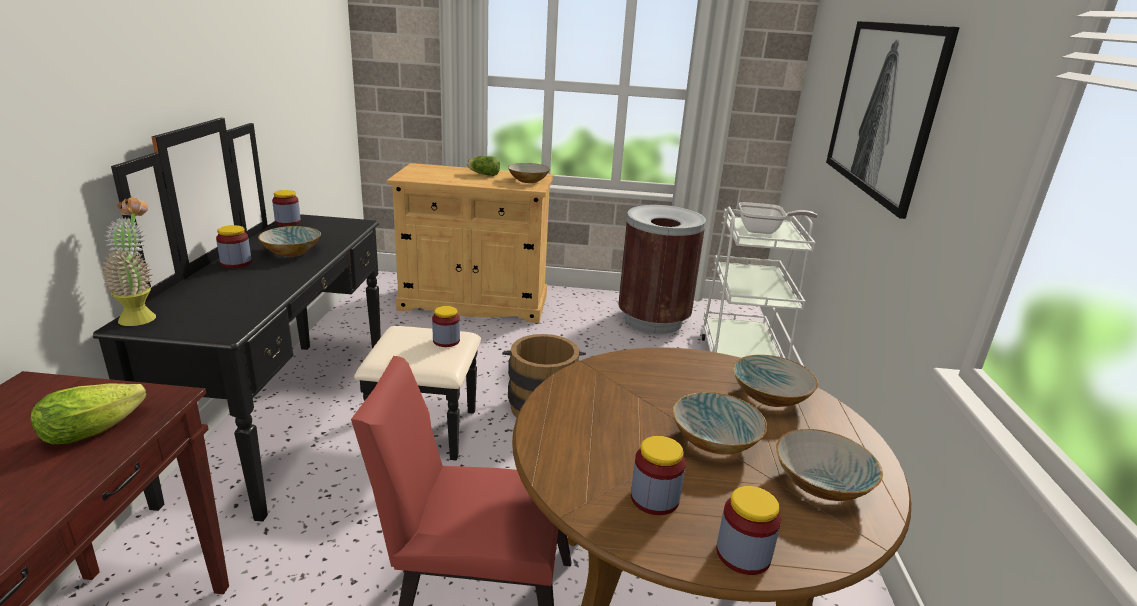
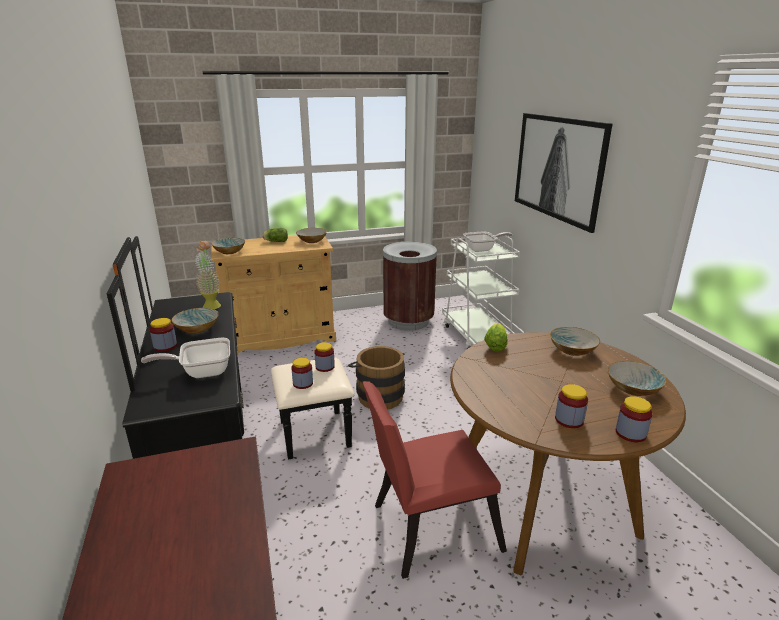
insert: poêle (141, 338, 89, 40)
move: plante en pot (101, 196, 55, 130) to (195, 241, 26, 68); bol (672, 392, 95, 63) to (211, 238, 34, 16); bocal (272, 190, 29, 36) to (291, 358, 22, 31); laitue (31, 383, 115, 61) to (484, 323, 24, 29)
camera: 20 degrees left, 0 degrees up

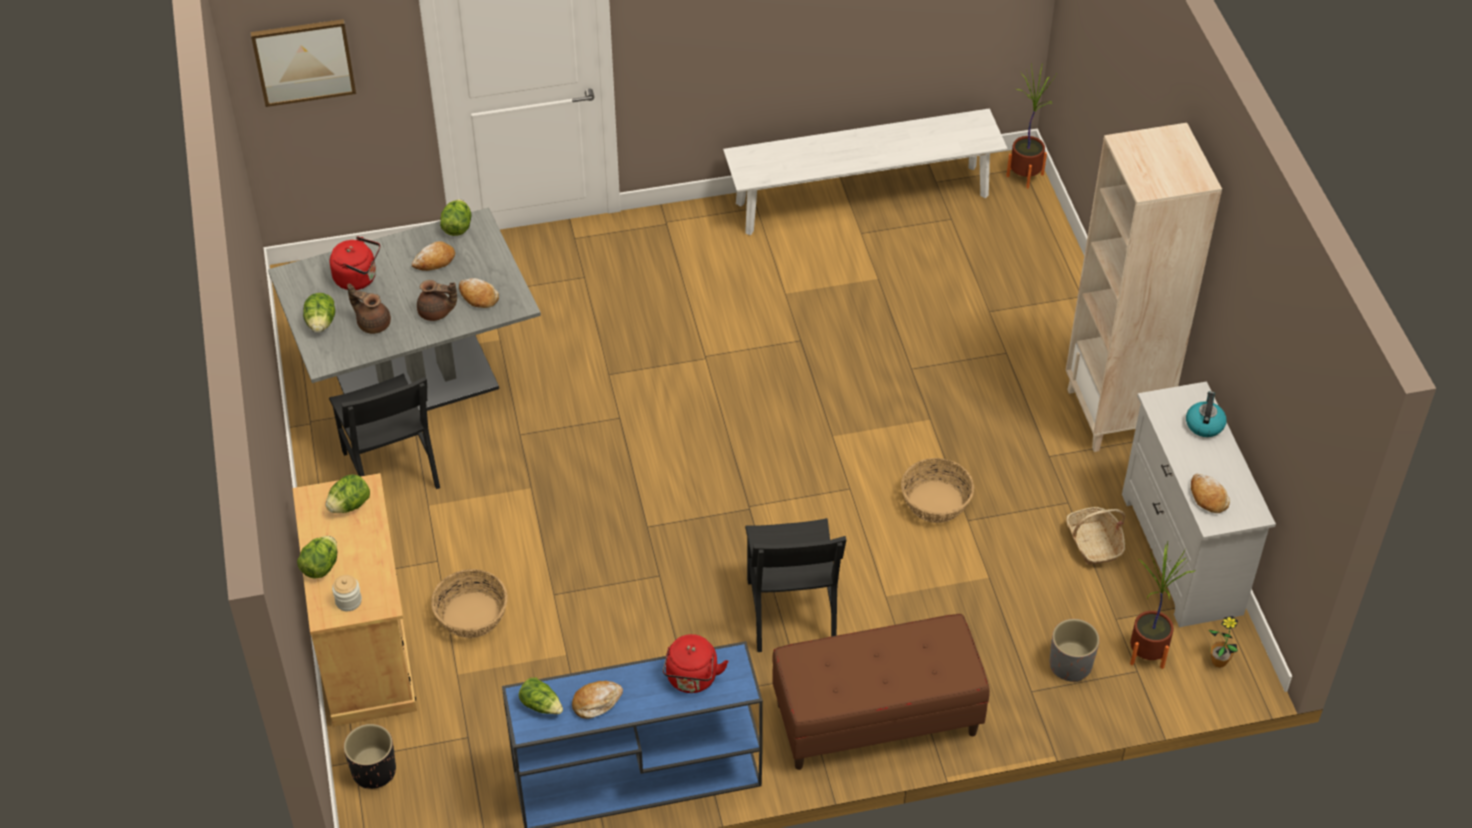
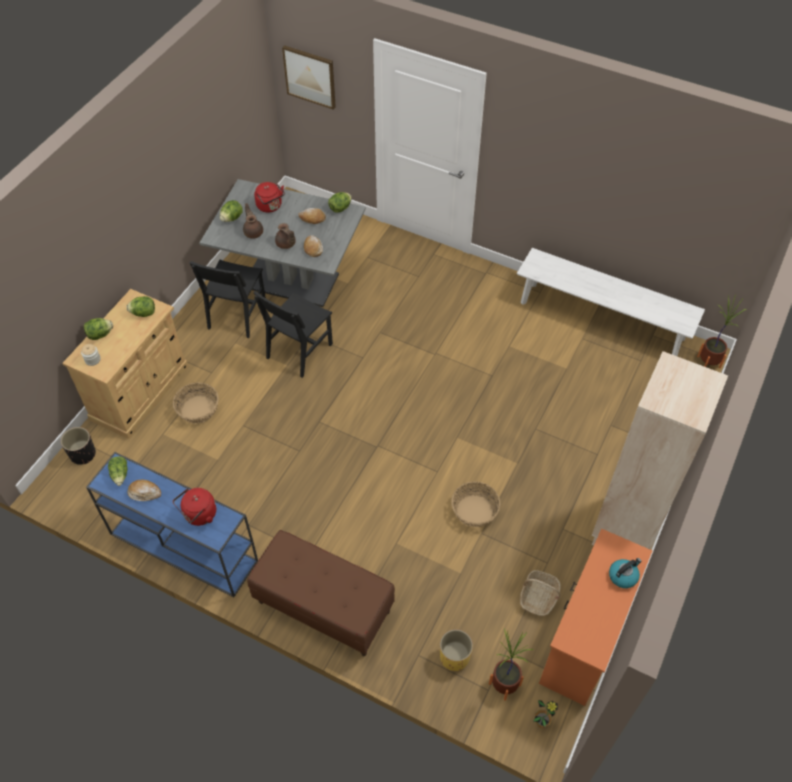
delete: pain (1191, 474, 39, 39)
move: chaise/noir (745, 518, 101, 134) to (253, 291, 80, 87)
recolor: cache-pot/gris (1050, 619, 50, 63) to cache-pot/jaune (440, 629, 33, 42); commode/blanc (1122, 381, 154, 246) to commode/orange (539, 528, 113, 178)
camera: 40 degrees right, 5 degrees up

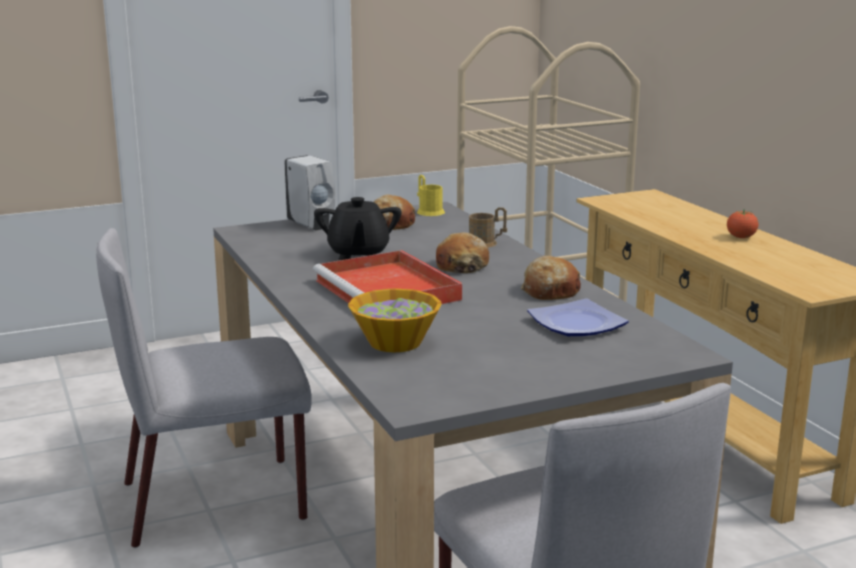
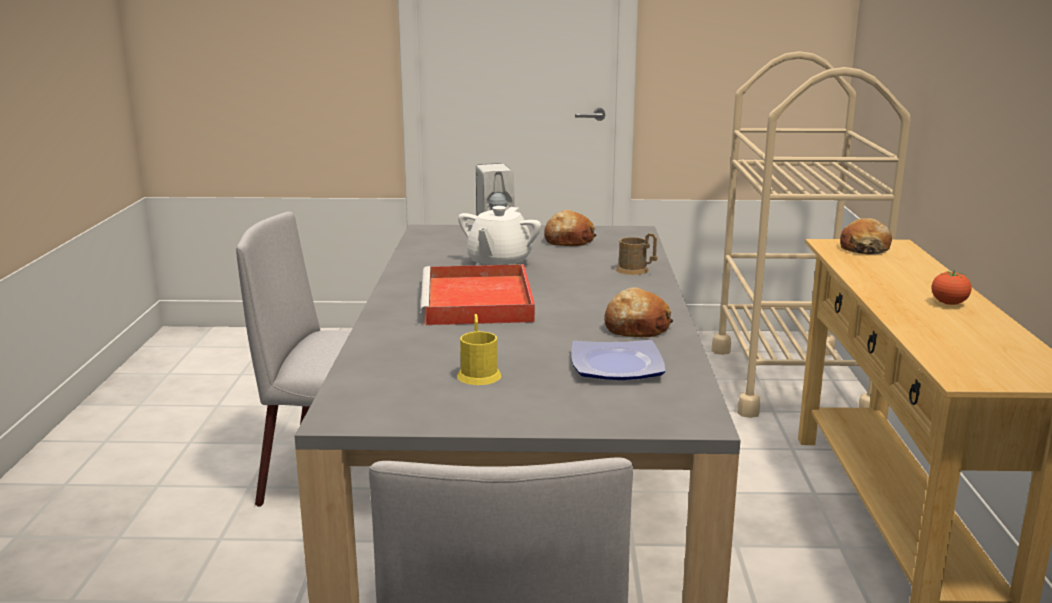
delete: bol (348, 289, 94, 63)
move: mug/jaune (417, 175, 28, 41) to (457, 314, 45, 71); pain (436, 232, 53, 41) to (840, 218, 52, 37)
recolor: théière/noir (314, 197, 88, 63) to théière/blanc (458, 206, 83, 59)
camera: 25 degrees right, 0 degrees up

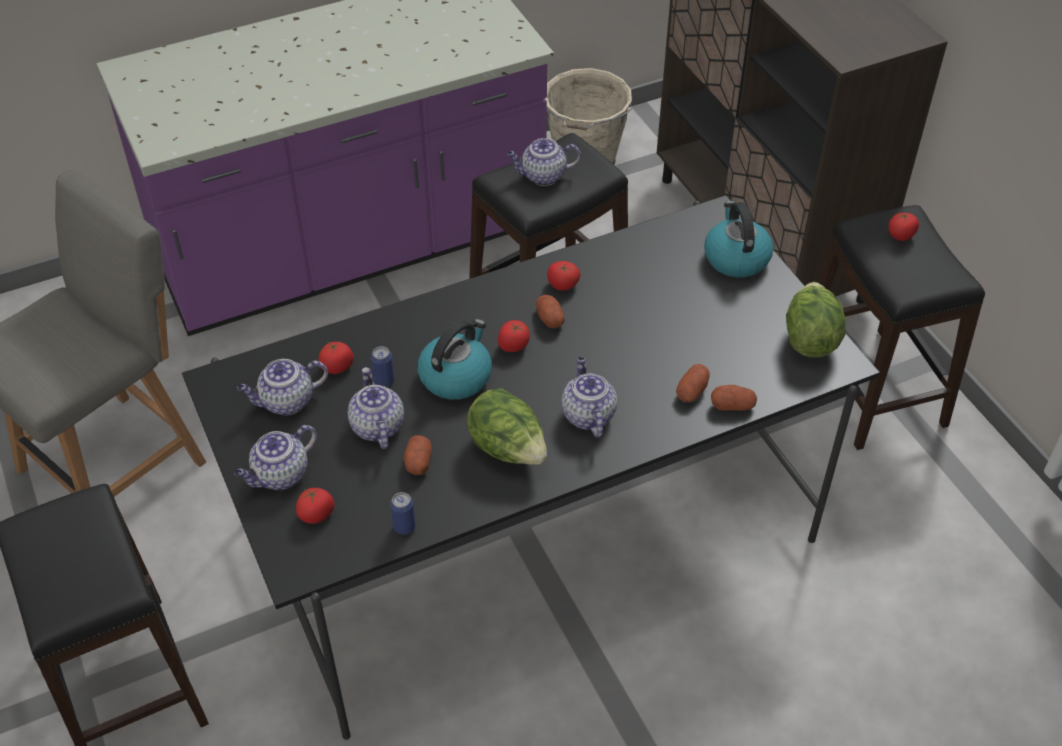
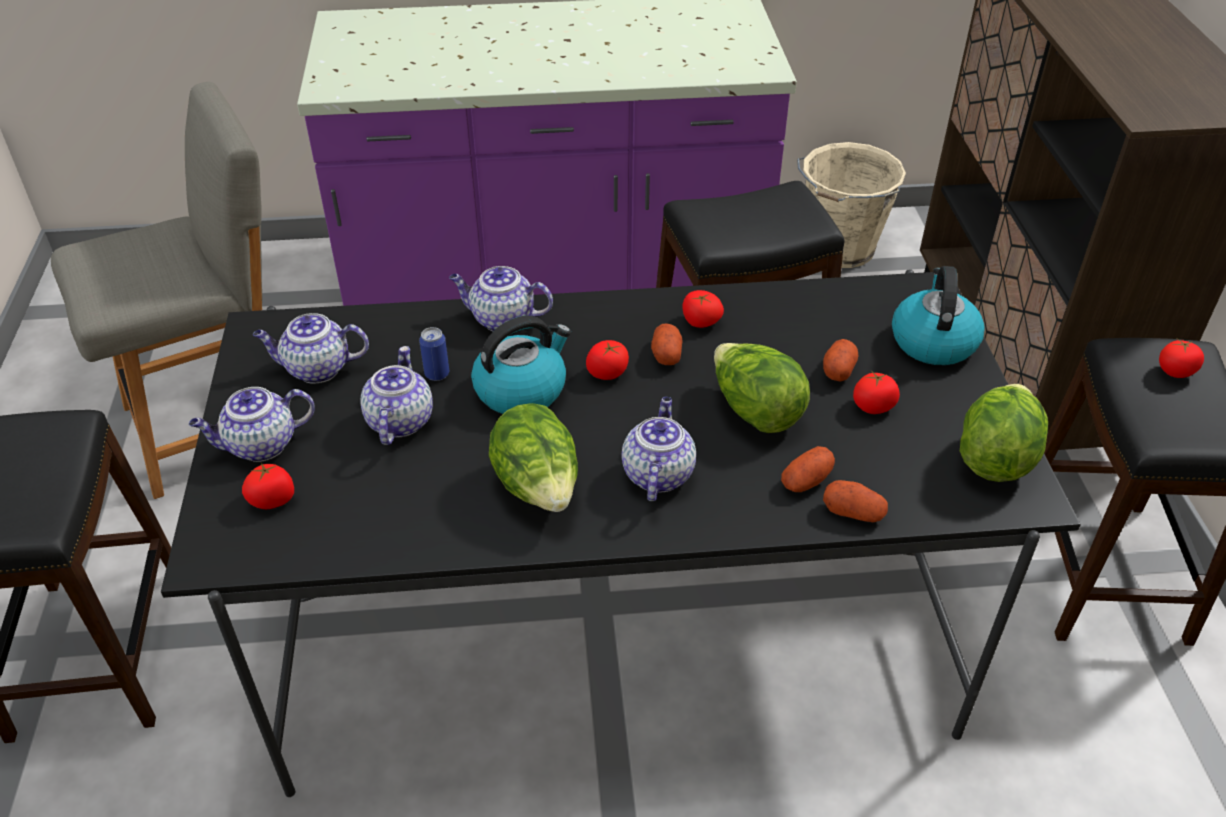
delete: boîte métallique (390, 492, 26, 43)
insert: laitue (714, 343, 96, 90)
move: théière (507, 138, 74, 48) to (449, 266, 104, 65); pomme de terre (404, 435, 28, 40) to (823, 339, 35, 42); tomate (318, 342, 36, 32) to (853, 371, 47, 43)
camera: 20 degrees right, 5 degrees down

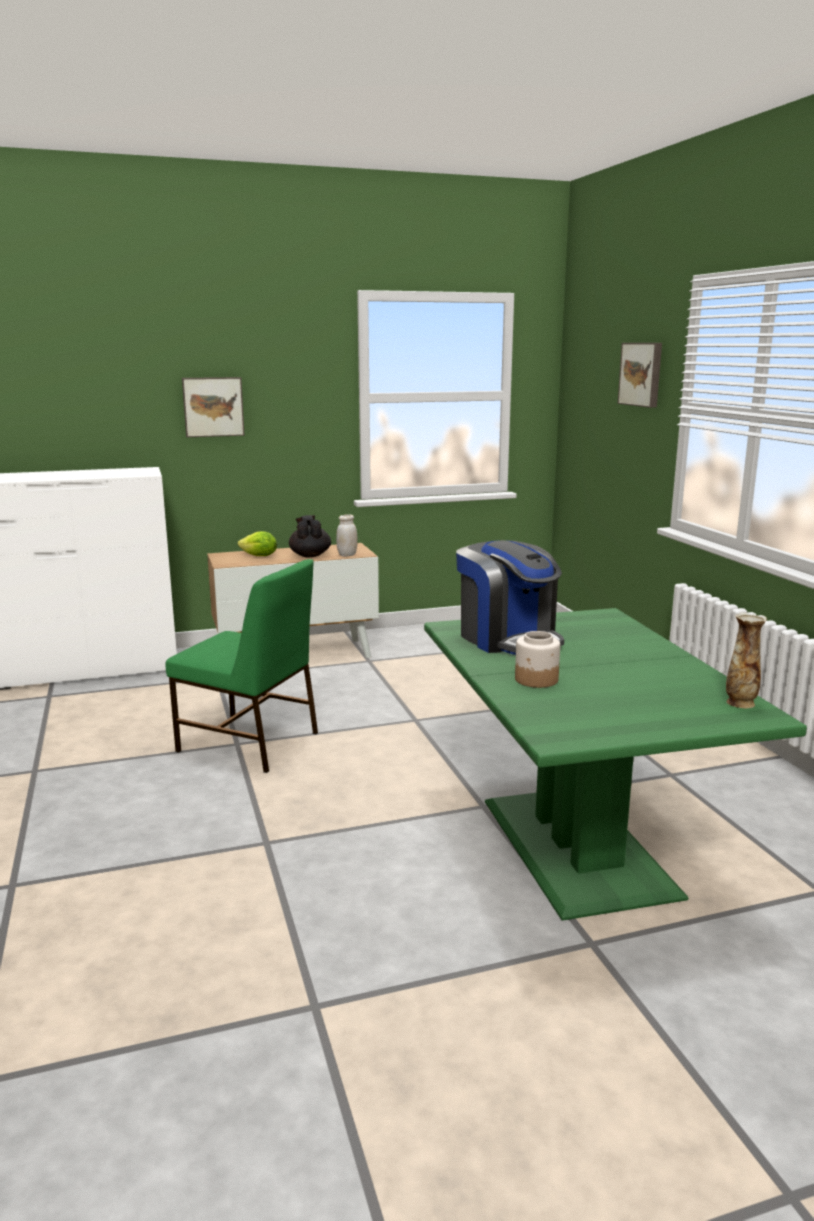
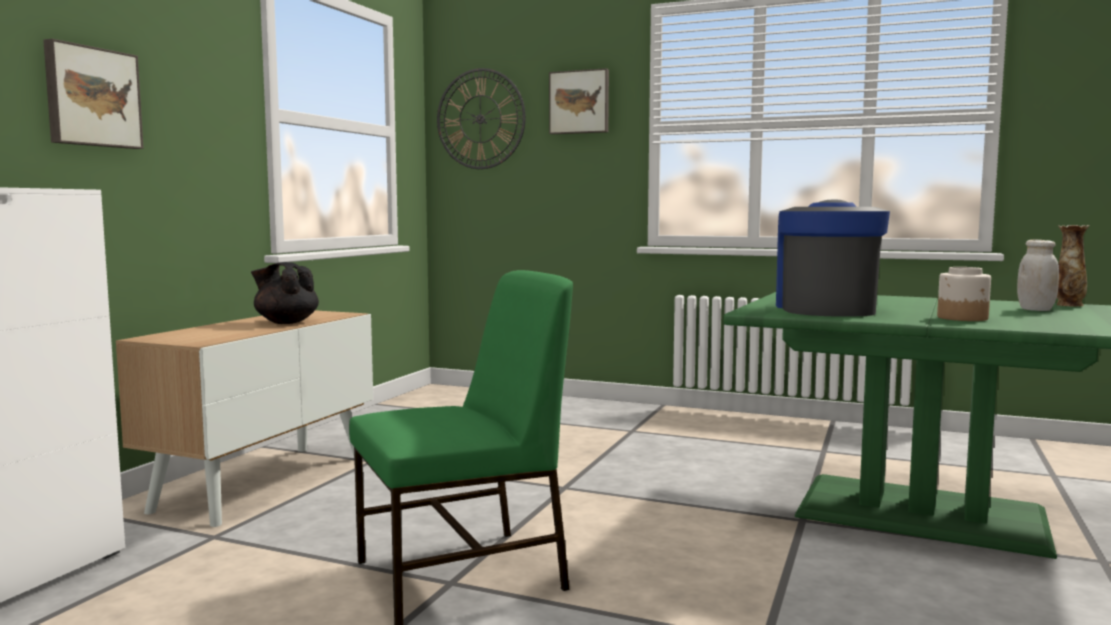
delete: laitue (238, 531, 39, 25)
insert: horloge murale (437, 68, 89, 101)
move: bocal/blanc (336, 514, 22, 43) to (1017, 239, 42, 72)
rotate: machine à café (456, 540, 108, 115) = (776, 200, 114, 117) 90 degrees counterclockwise
camera: 50 degrees left, 10 degrees down

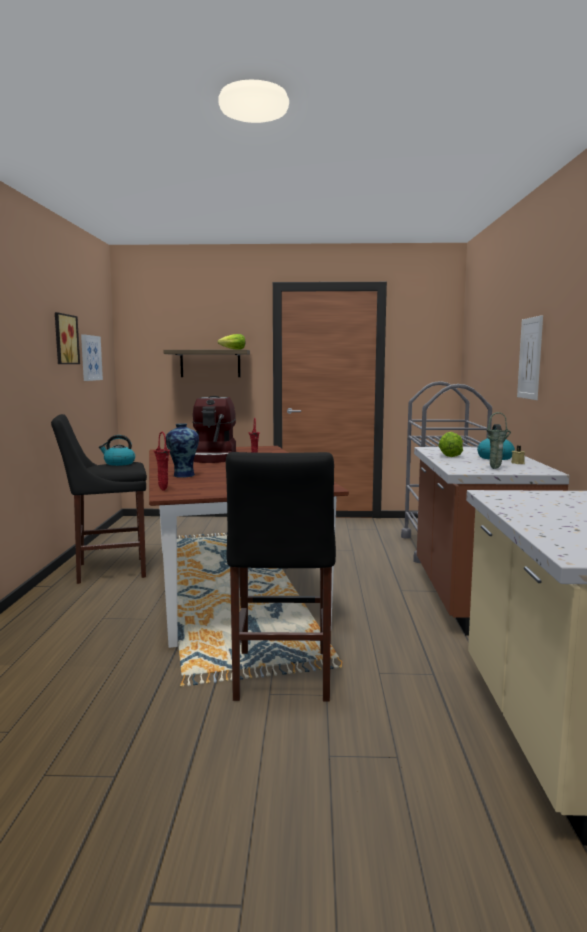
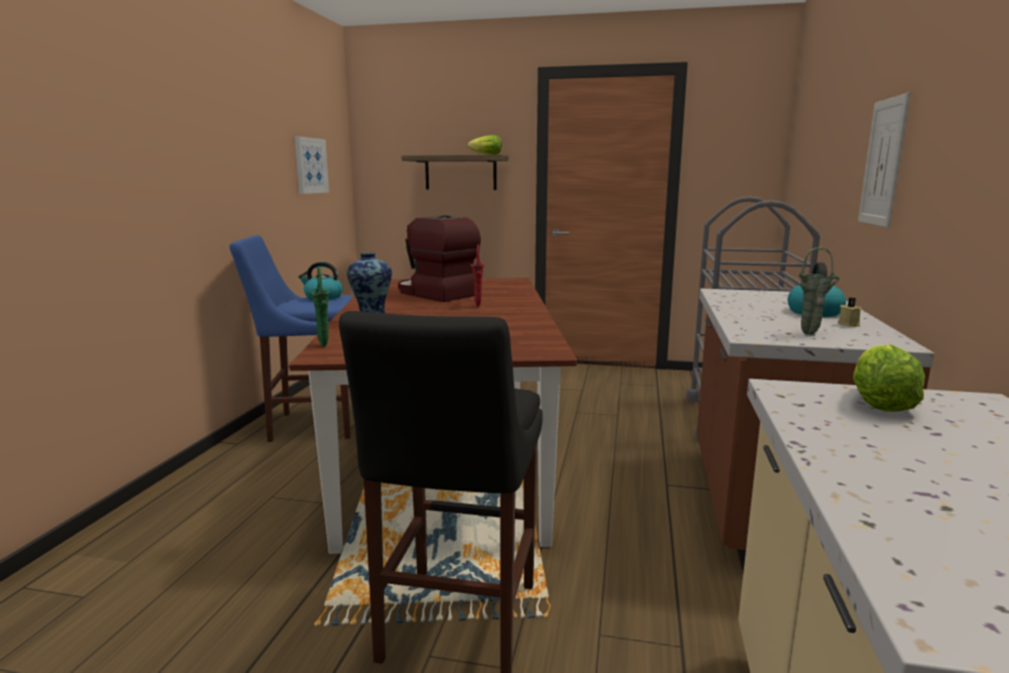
delete: tableau (55, 312, 25, 52)
move: laitue (439, 432, 24, 25) to (853, 344, 72, 68)
recolor: tabouret/noir (51, 414, 96, 170) to tabouret/bleu (230, 235, 124, 207); vase/rouge (153, 432, 17, 59) to vase/vert (309, 266, 21, 81)
rotate: machine à café (192, 396, 44, 67) = (398, 215, 83, 87) 120 degrees clockwise
camera: 10 degrees right, 5 degrees up

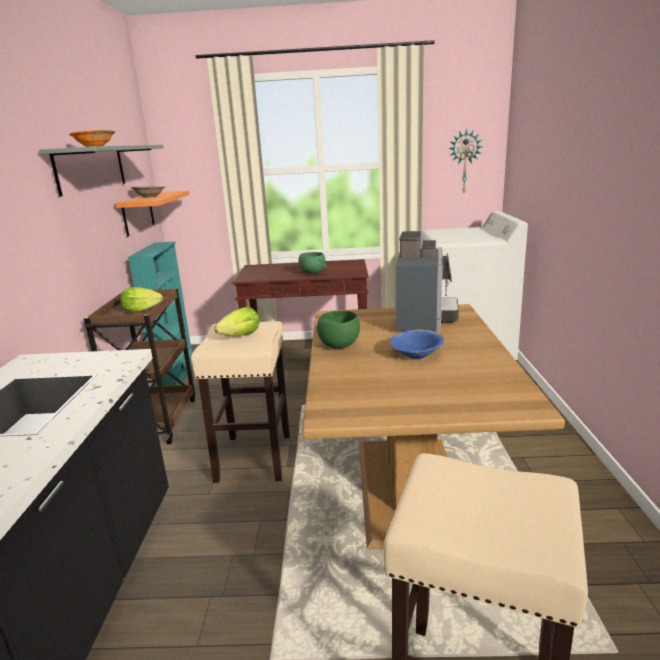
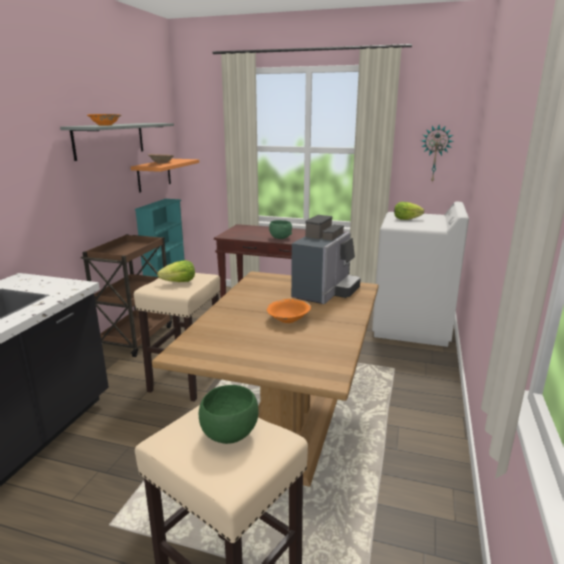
move: bol/vert (317, 311, 43, 38) to (199, 385, 59, 59); laitue (120, 287, 43, 25) to (394, 202, 30, 18)
recolor: bol/bleu (390, 330, 54, 29) to bol/orange (267, 299, 44, 24)
camera: 15 degrees right, 0 degrees up

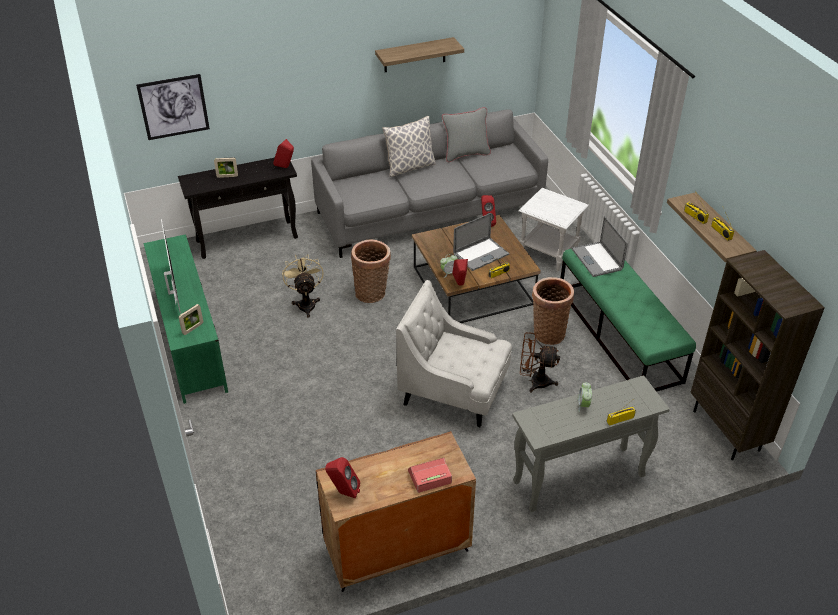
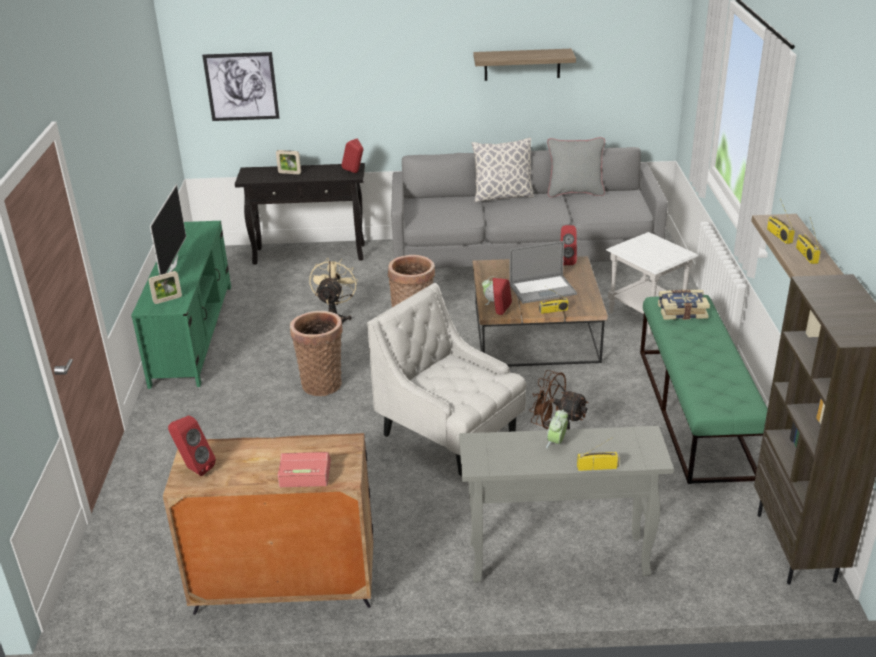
move: panier (532, 277, 42, 68) to (290, 311, 53, 85)
replace: ordinateur portable (572, 216, 56, 61) to livre (658, 290, 52, 30)
camera: 20 degrees right, 10 degrees down

